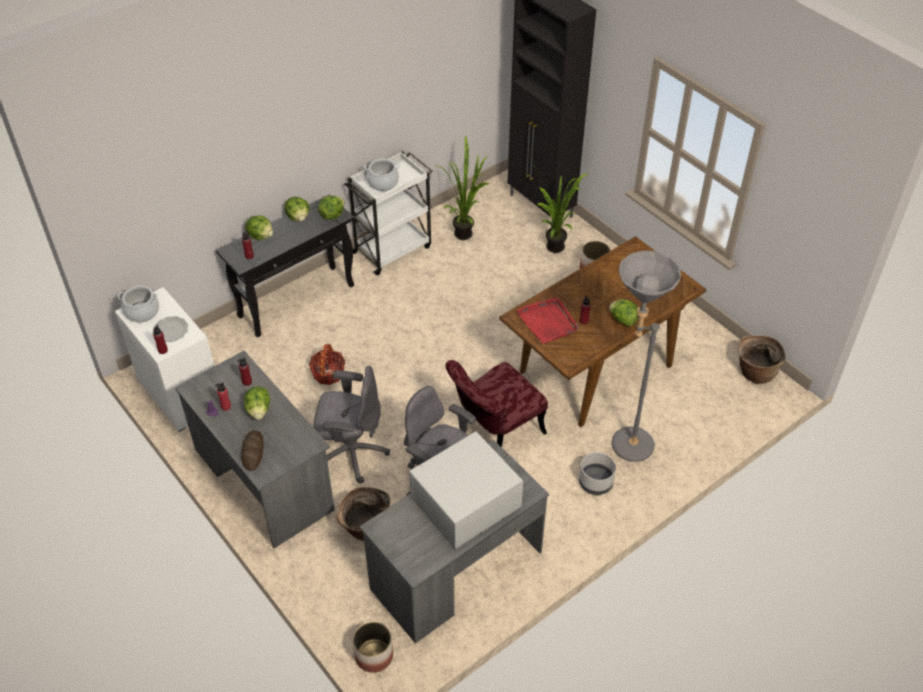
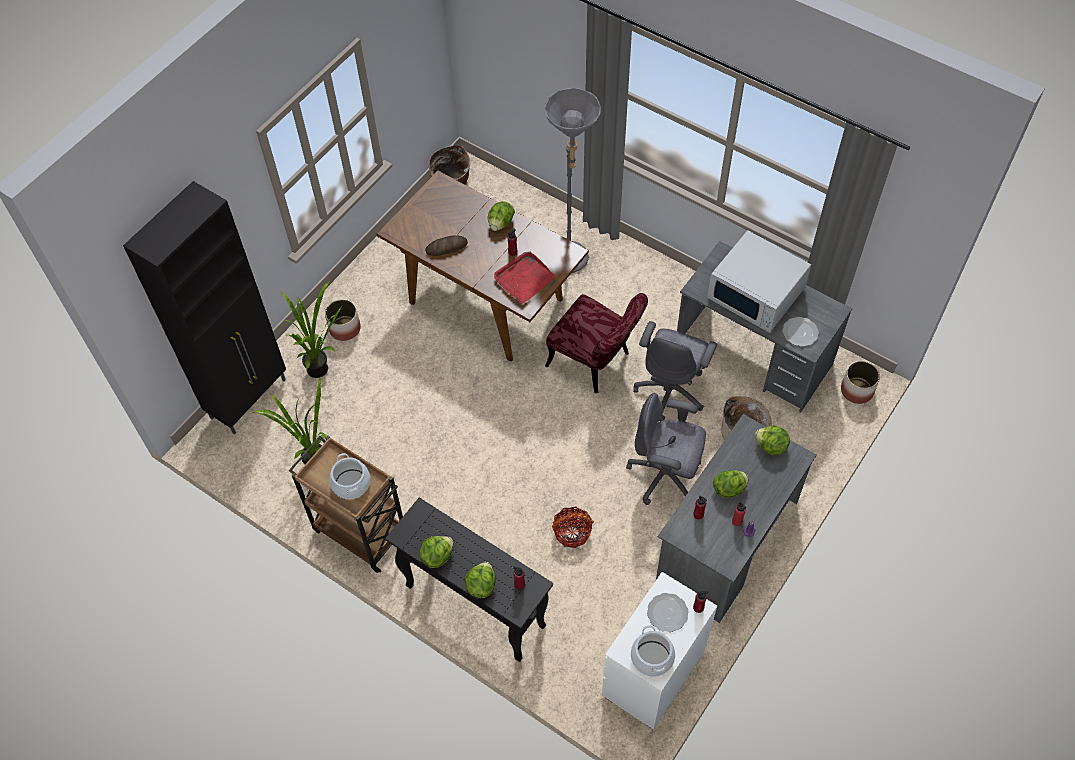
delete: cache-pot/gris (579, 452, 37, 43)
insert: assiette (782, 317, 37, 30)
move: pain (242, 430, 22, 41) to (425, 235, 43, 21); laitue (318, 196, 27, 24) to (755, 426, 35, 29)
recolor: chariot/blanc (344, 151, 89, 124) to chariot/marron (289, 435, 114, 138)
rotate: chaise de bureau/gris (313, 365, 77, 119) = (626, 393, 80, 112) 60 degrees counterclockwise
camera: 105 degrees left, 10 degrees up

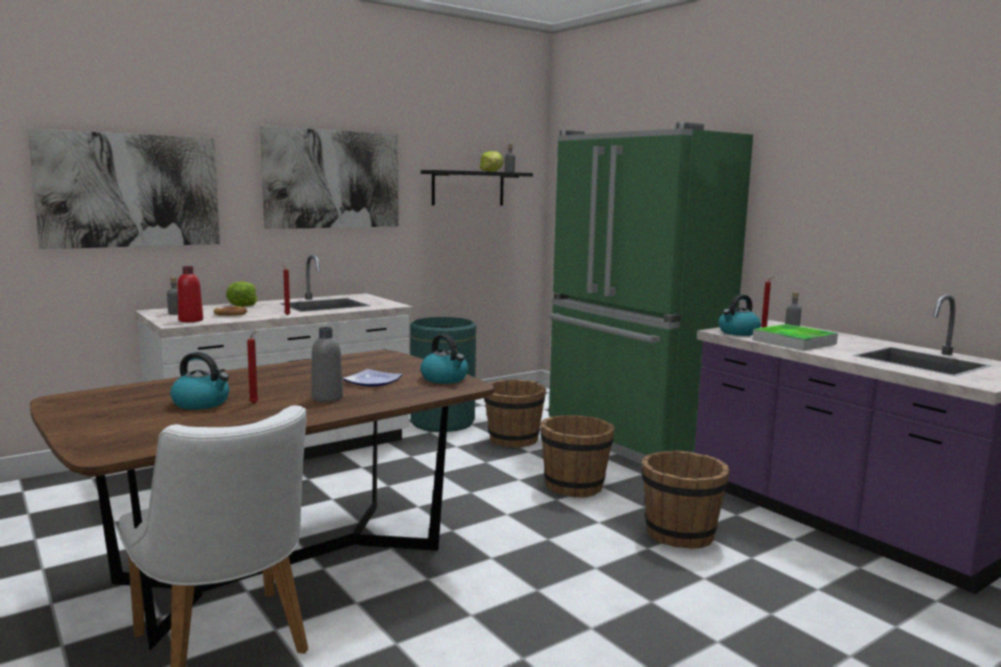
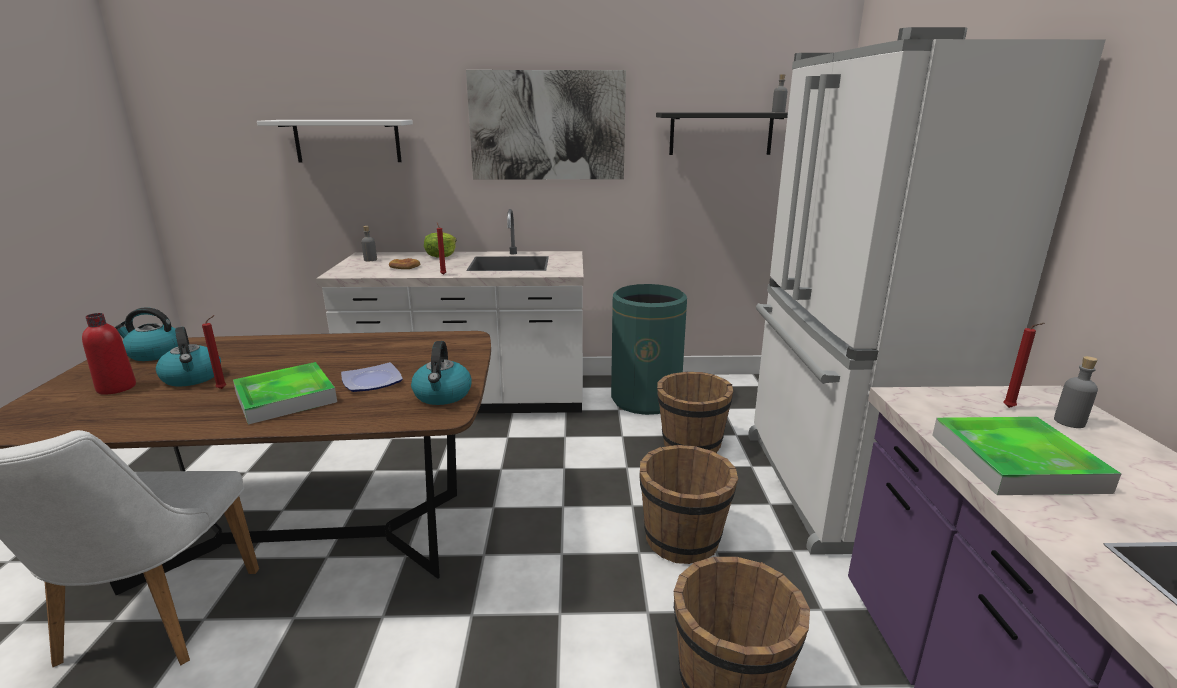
delete: laitue (480, 151, 24, 21)
move: bouteille/rouge (177, 266, 26, 56) to (82, 313, 54, 82); bouilloire (719, 294, 42, 42) to (115, 307, 63, 54)
replace: bouteille/gris (311, 327, 32, 75) to plateau (233, 362, 104, 62); tableau (28, 129, 192, 120) to étagère/blanc (257, 120, 156, 43)
recolor: réfrigérateur/vert (549, 122, 204, 342) to réfrigérateur/blanc (748, 27, 358, 528)
camera: 35 degrees right, 10 degrees up

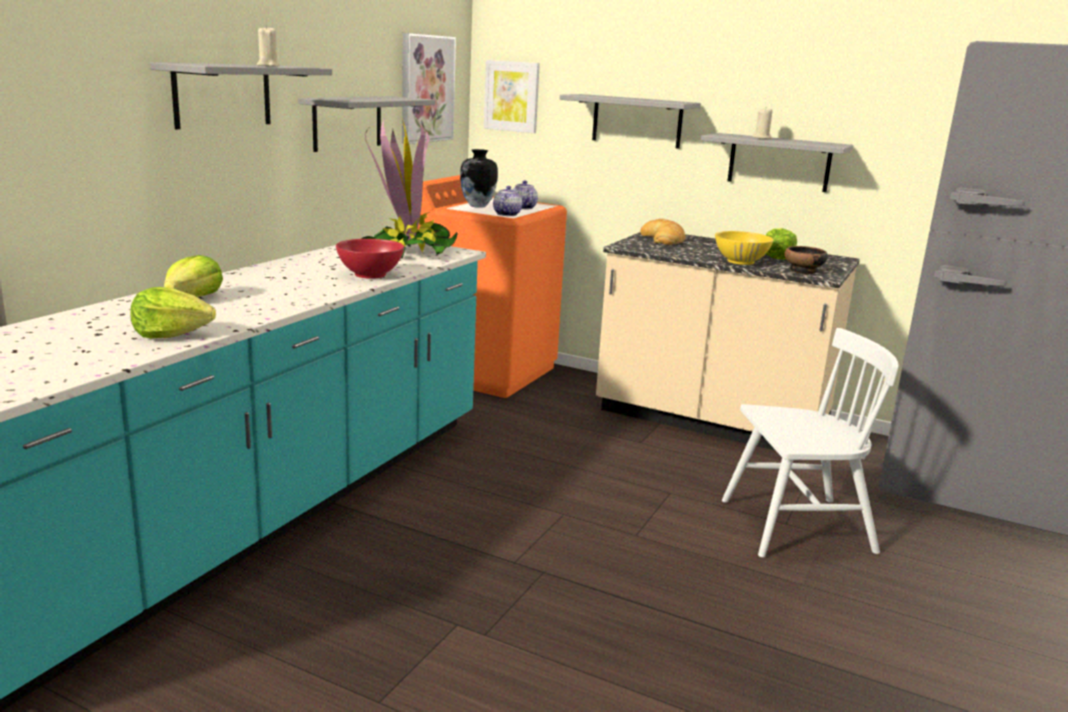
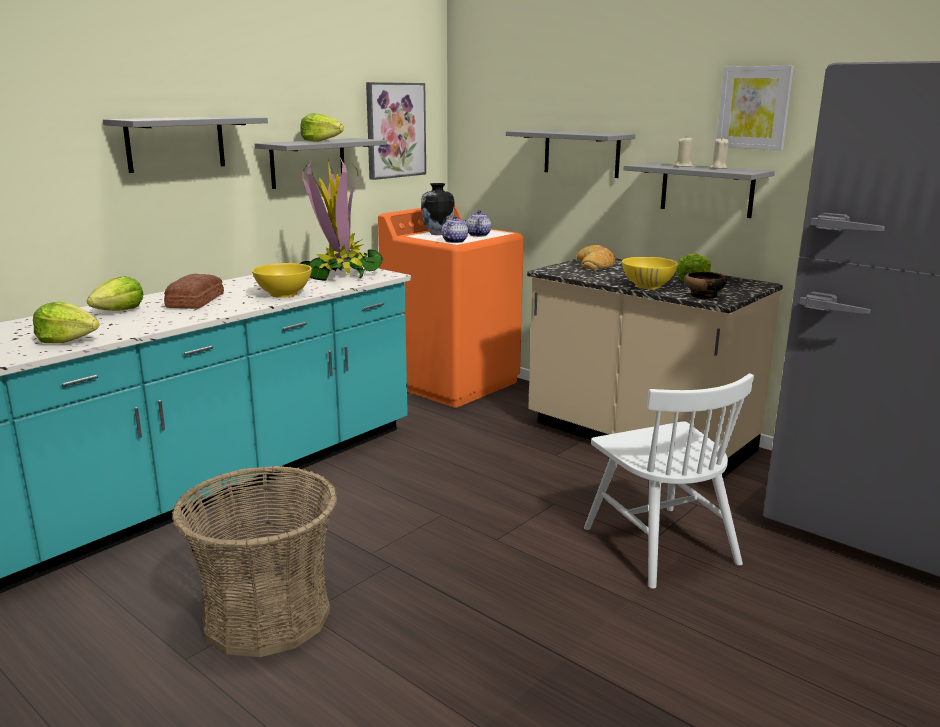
insert: pain (164, 273, 60, 36); panier (172, 466, 165, 191); laitue (300, 113, 44, 29)
move: bougie/beige (257, 25, 23, 41) to (710, 139, 19, 30); tableau (484, 60, 56, 73) to (717, 66, 77, 84)
recolor: bol/rouge (336, 239, 68, 40) to bol/jaune (252, 263, 60, 35)
rotate: chaise/blanc (722, 328, 176, 230) = (584, 373, 170, 216) 60 degrees clockwise
camera: 15 degrees right, 0 degrees up

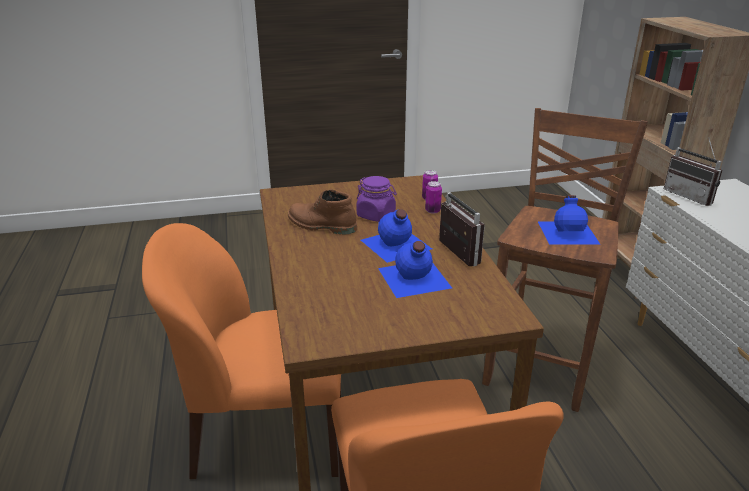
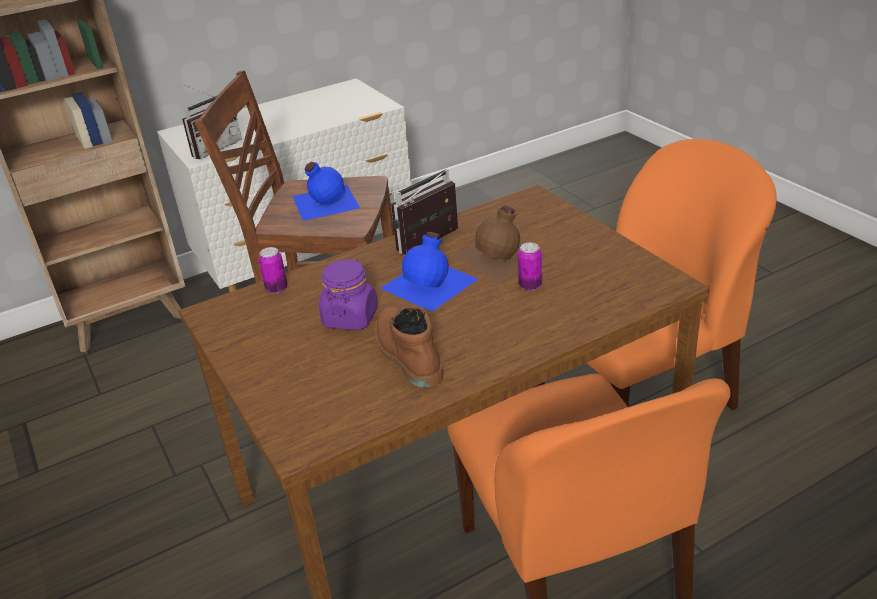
move: boîte métallique (425, 181, 17, 33) to (518, 243, 24, 48)
recolor: bouteille/bleu (378, 241, 74, 57) to bouteille/marron (454, 205, 95, 77)
rotate: botte/marron (288, 189, 69, 45) = (375, 306, 69, 82) 150 degrees clockwise
camera: 105 degrees left, 5 degrees up

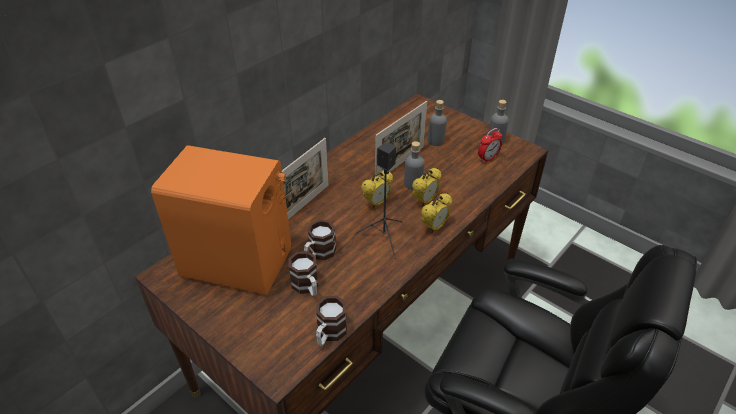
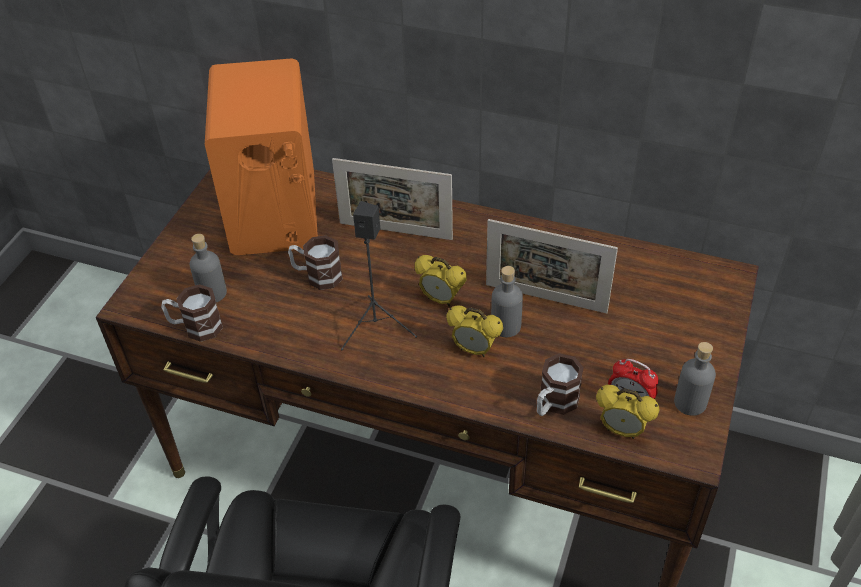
move: bouteille/gris (427, 100, 20, 46) to (190, 234, 37, 68); mug (288, 251, 30, 45) to (537, 353, 47, 63); réveil (421, 193, 31, 40) to (596, 385, 63, 54)
camera: 70 degrees right, 5 degrees up

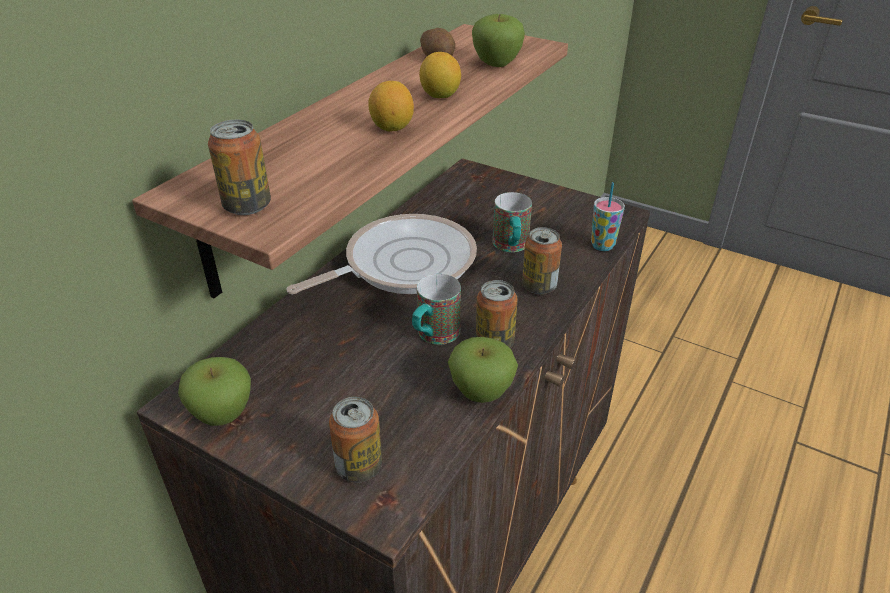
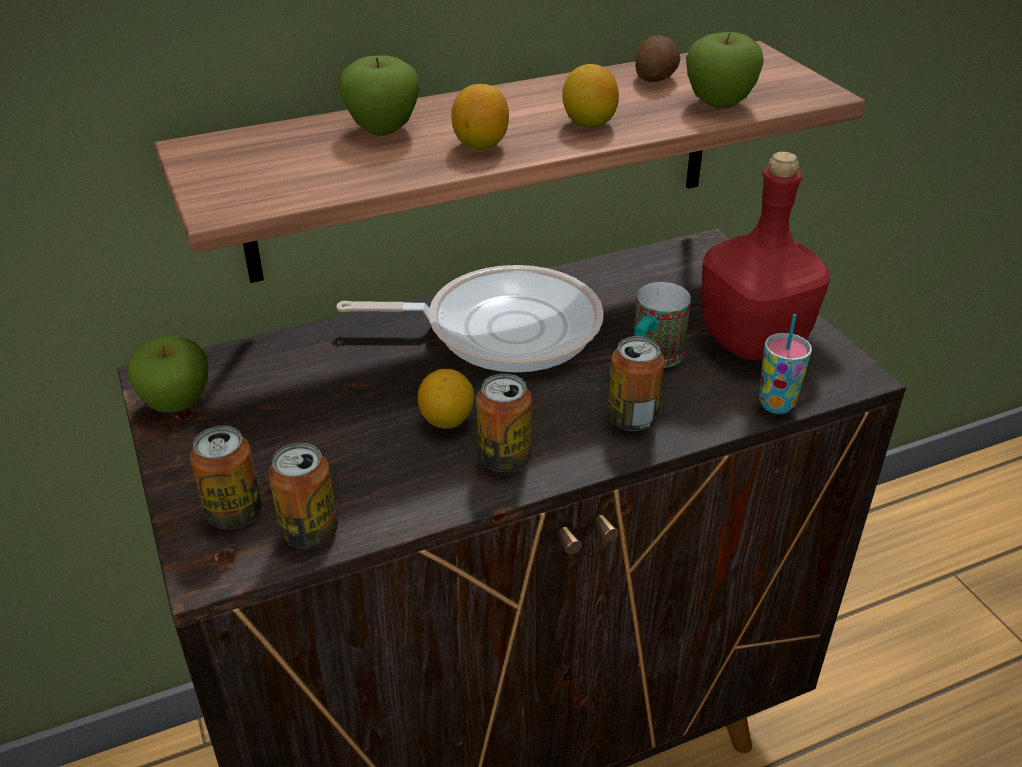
insert: bouteille/rouge (702, 152, 128, 208)
move: boîte métallique (208, 120, 63, 95) to (268, 443, 70, 105); pomme (448, 337, 70, 66) to (339, 55, 81, 80)
replace: mug (412, 274, 49, 71) to citron (418, 369, 56, 60)
camera: 35 degrees right, 0 degrees up

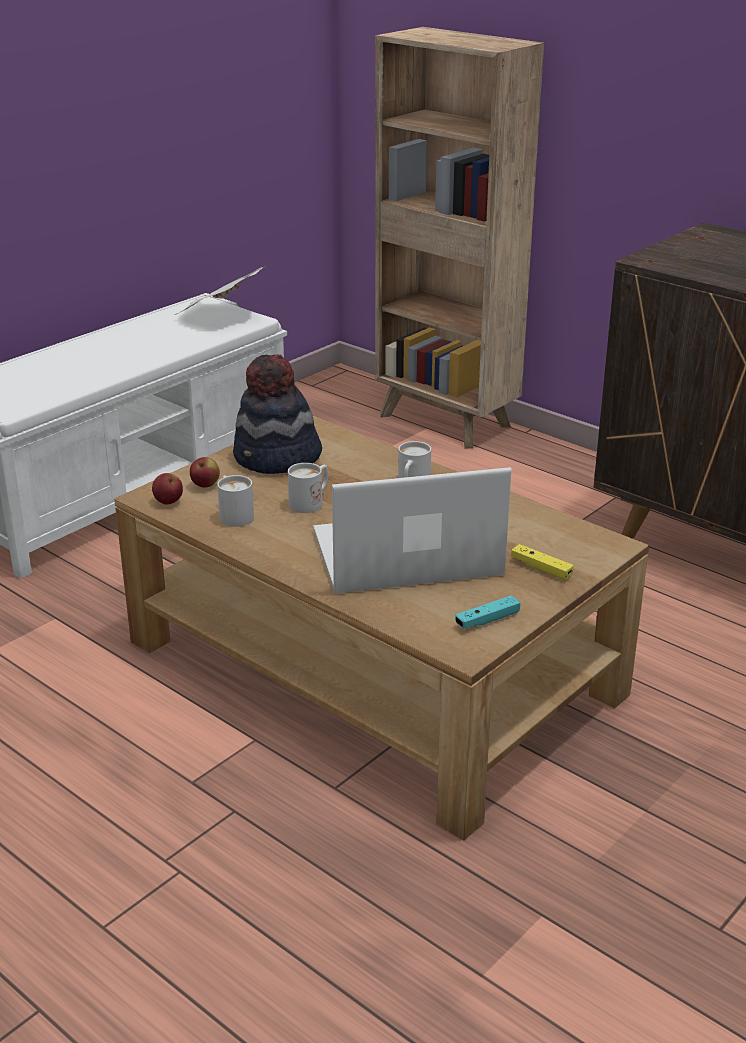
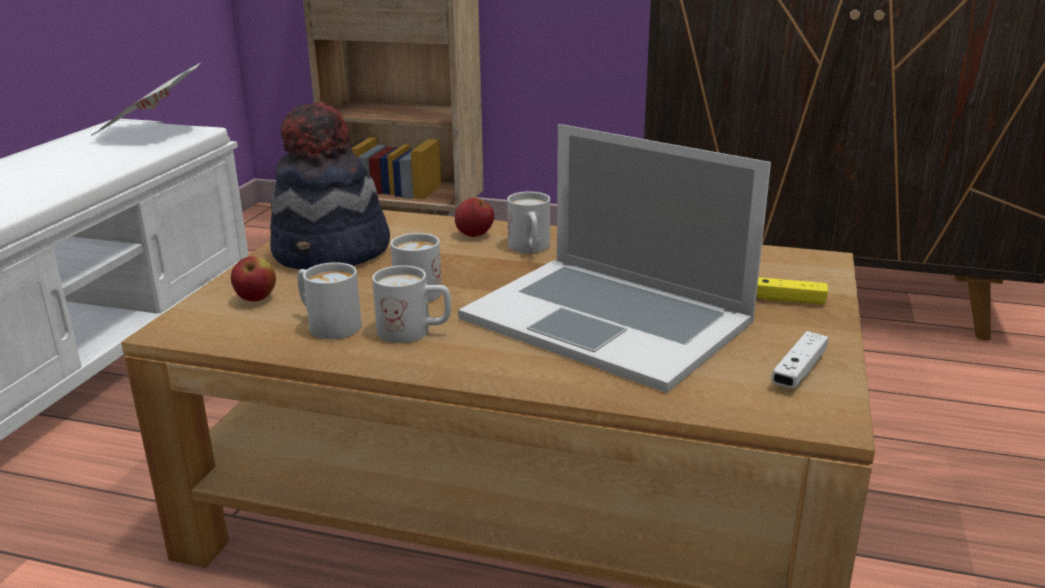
insert: mug/blanc (372, 265, 79, 78)
move: pomme (152, 473, 31, 32) to (455, 198, 39, 39)
recolor: manette/turquoise (455, 595, 65, 34) to manette/blanc (771, 331, 57, 57)
rotate: ordinateur portable (313, 467, 198, 127) = (458, 124, 313, 269) 105 degrees counterclockwise
camera: 25 degrees left, 5 degrees down

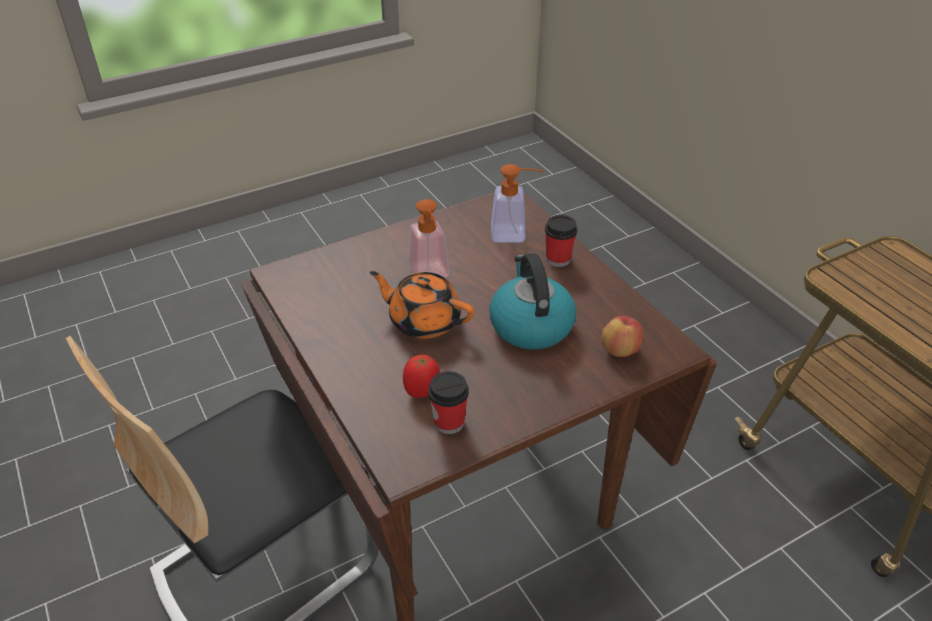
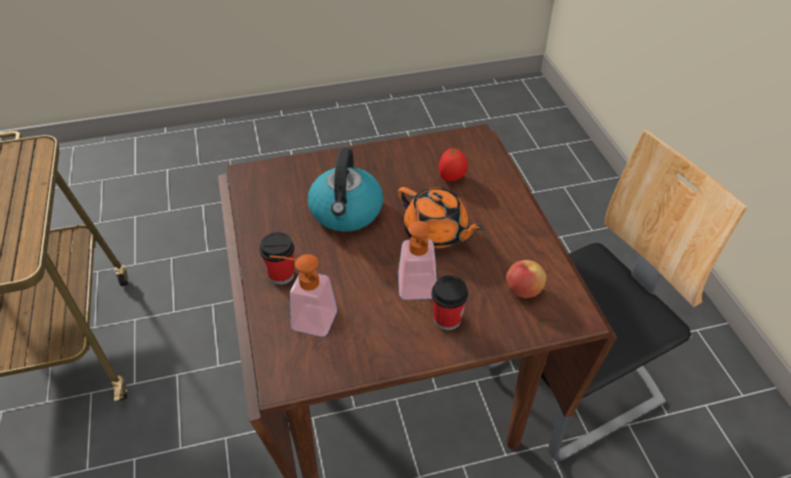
move: tasse (428, 371, 41, 63) to (431, 276, 37, 54); pomme (602, 316, 42, 41) to (506, 260, 40, 38)
camera: 165 degrees left, 5 degrees up

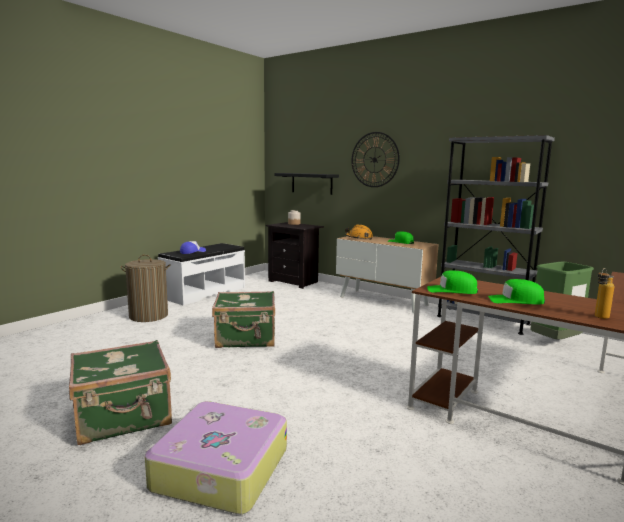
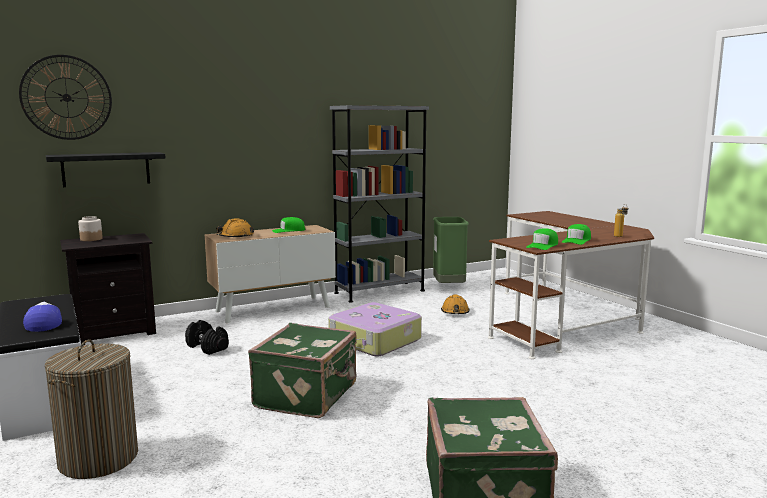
insert: haltère/noir (185, 320, 44, 35); casque de chantier/orange (441, 295, 29, 19)
move: horloge murale (351, 132, 49, 55) to (19, 55, 93, 85); valise (145, 401, 142, 113) to (328, 302, 94, 54)
camera: 65 degrees left, 0 degrees up

